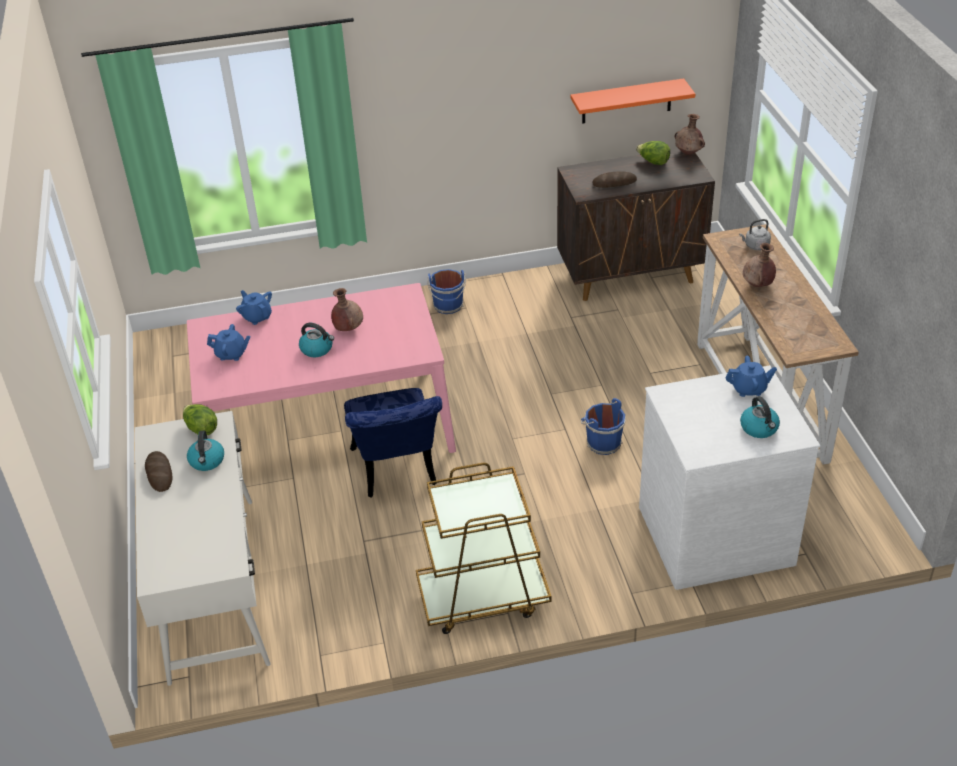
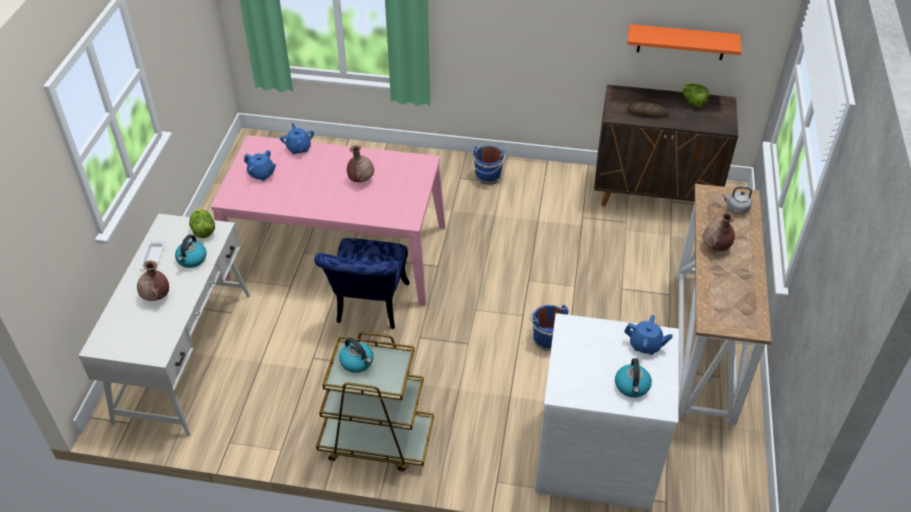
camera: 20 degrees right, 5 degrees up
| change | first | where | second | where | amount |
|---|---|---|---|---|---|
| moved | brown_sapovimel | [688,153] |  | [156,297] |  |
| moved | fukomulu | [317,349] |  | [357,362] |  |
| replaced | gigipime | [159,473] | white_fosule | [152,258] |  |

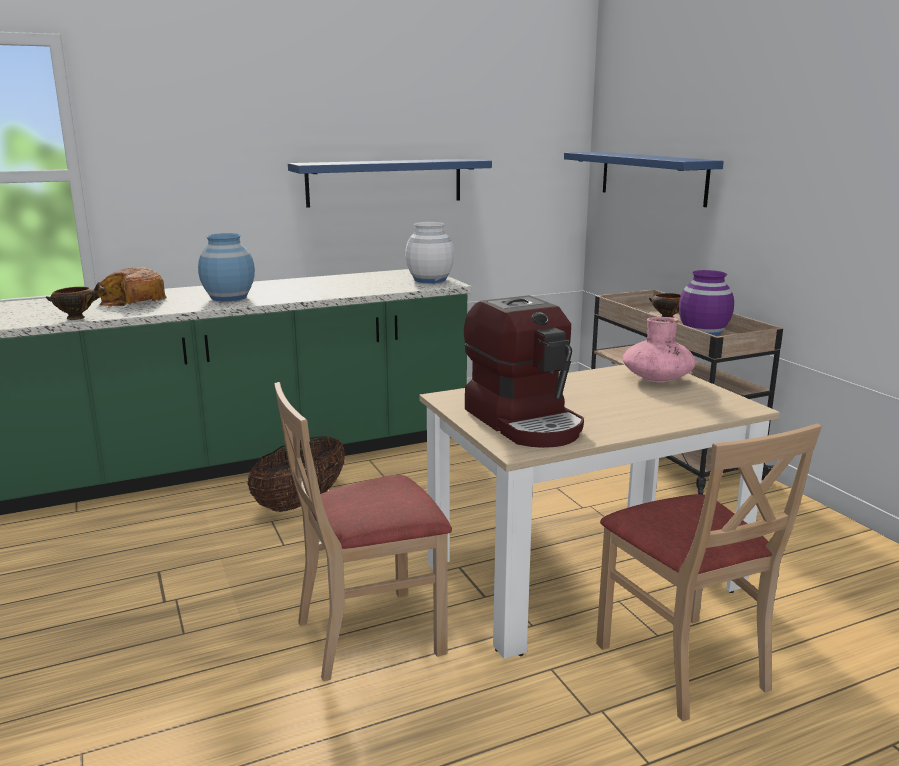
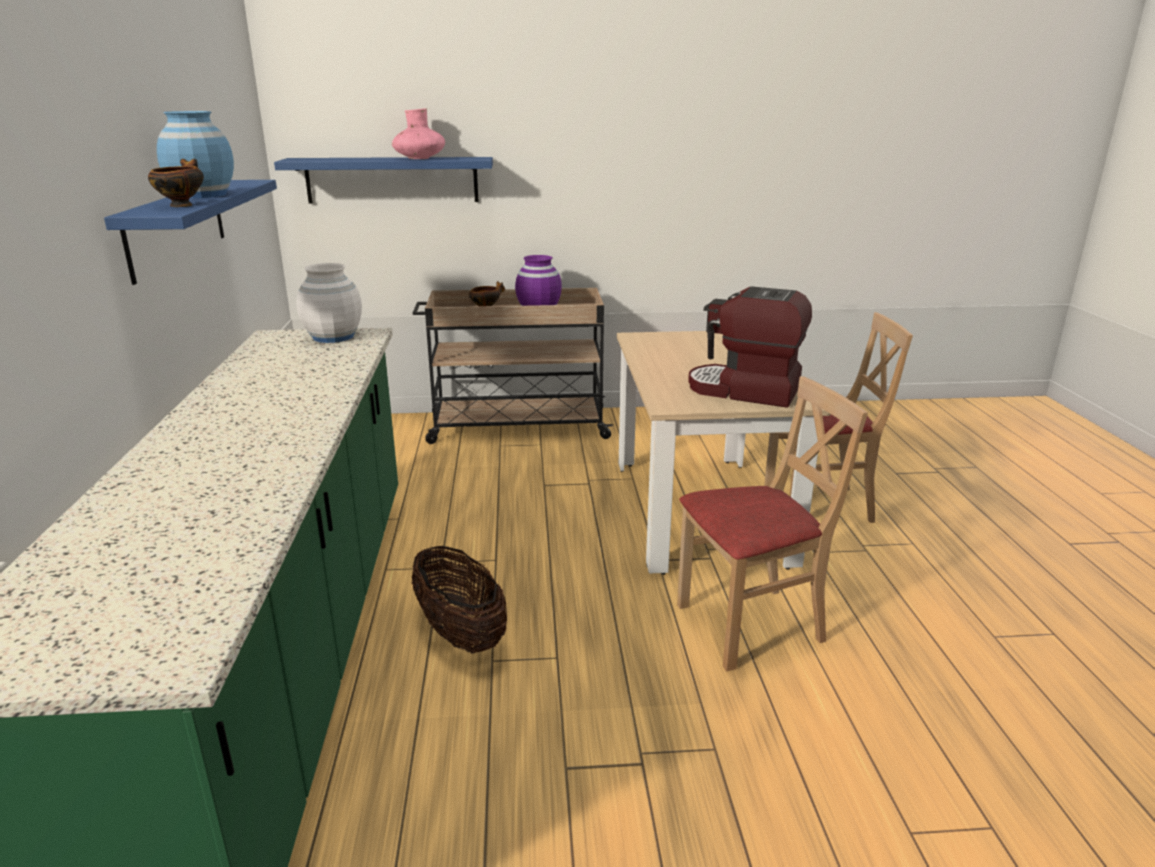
camera: 70 degrees left, 5 degrees up
| change | first | where | second | where | amount |
|---|---|---|---|---|---|
| moved | blue_sapovimel | [229,297] |  | [202,195] |  |
| removed | gigipime | [132,301] |  |  |  |
| moved | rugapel | [78,317] |  | [182,205] |  |
| turned | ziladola | [525,422] |  | [745,390] | 150 degrees counterclockwise |
| moved | pink_sapovimel | [656,379] |  | [419,158] |  |
| turned | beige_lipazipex | [369,634] |  | [750,625] | 105 degrees counterclockwise |

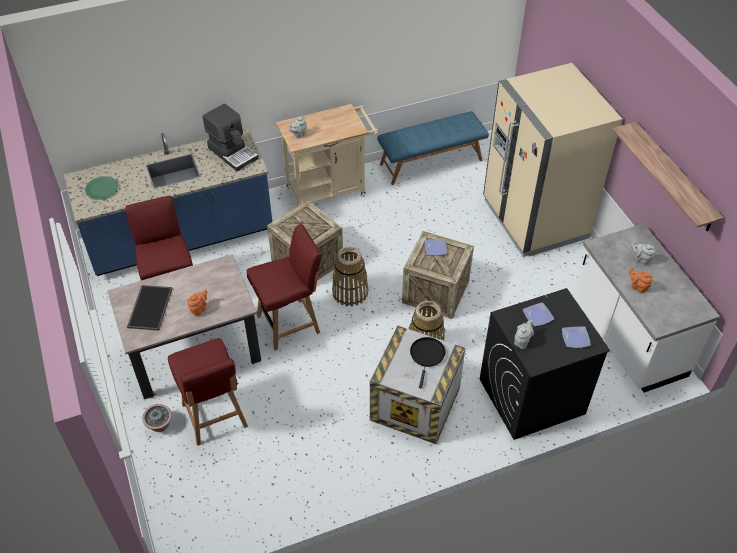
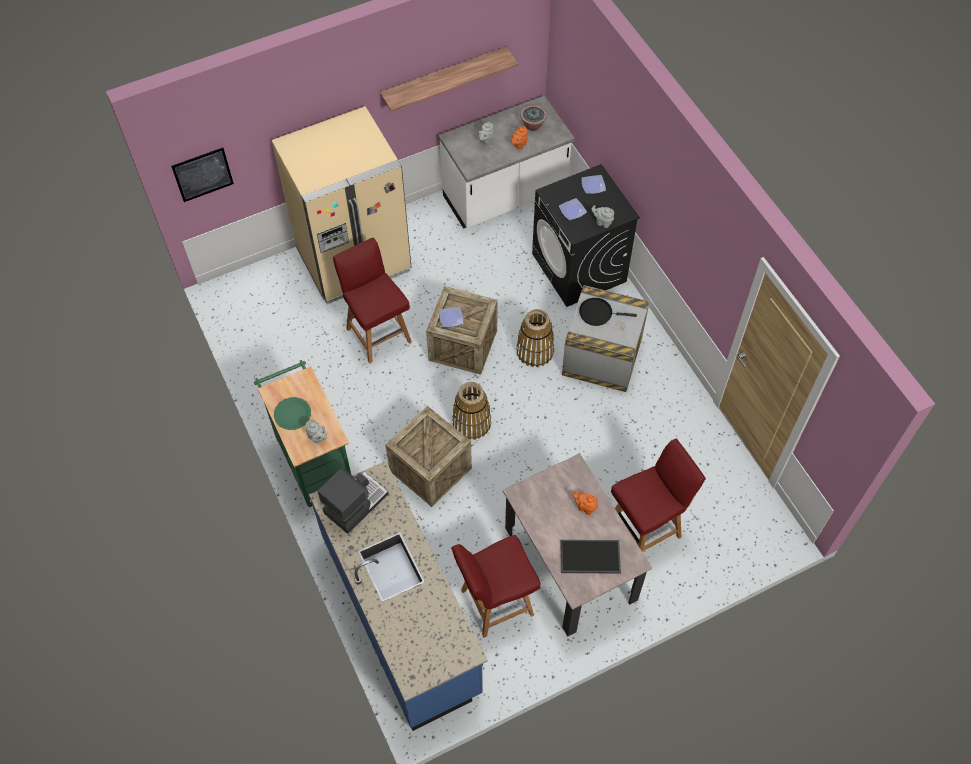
camera: 95 degrees left, 10 degrees up
| change | first | where | second | where | amount |
|---|---|---|---|---|---|
| recoloured | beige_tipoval | [330,190] | green_tipoval | [313,459] |  |
| removed | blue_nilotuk | [431,161] |  |  |  |
| moved | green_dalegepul | [102,189] |  | [292,414] |  |
| moved | red_lipazipex | [290,324] |  | [378,333] |  |
| moved | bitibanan | [160,425] |  | [533,125] |  |
| added |  |  | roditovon | [203,174] |  |

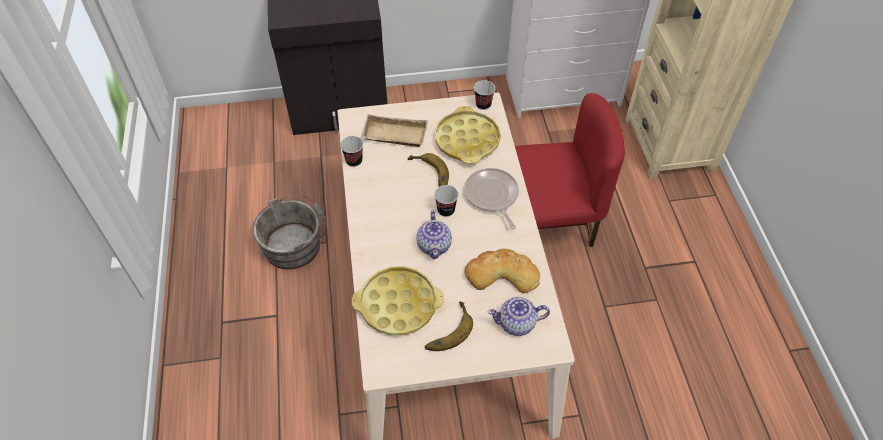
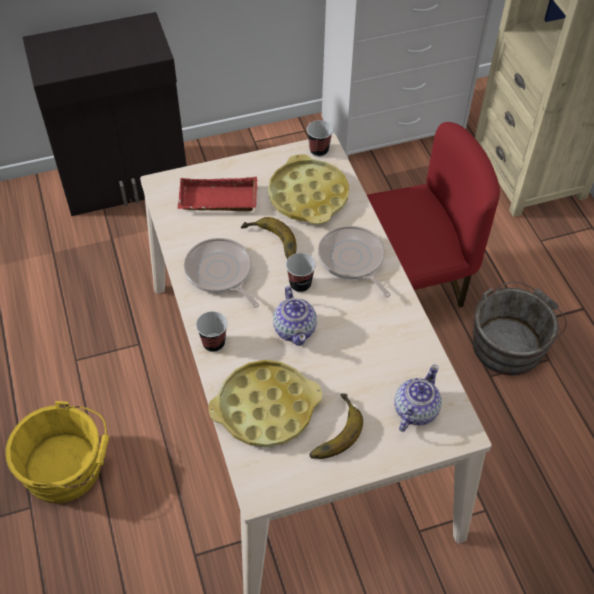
camera: 10 degrees left, 0 degrees up
| change | first | where | second | where | amount |
|---|---|---|---|---|---|
| recoloured | beige_fosule | [393,136] | red_fosule | [217,201] |  |
| moved | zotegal | [354,161] |  | [213,343] |  |
| moved | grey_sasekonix | [295,244] |  | [510,343] |  |
| removed | gigipime | [501,274] |  |  |  |
| turned | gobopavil | [517,323] |  | [415,410] | 135 degrees clockwise |
| added |  |  | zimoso | [220,273] |  |
| added |  |  | yellow_sasekonix | [67,468] |  |

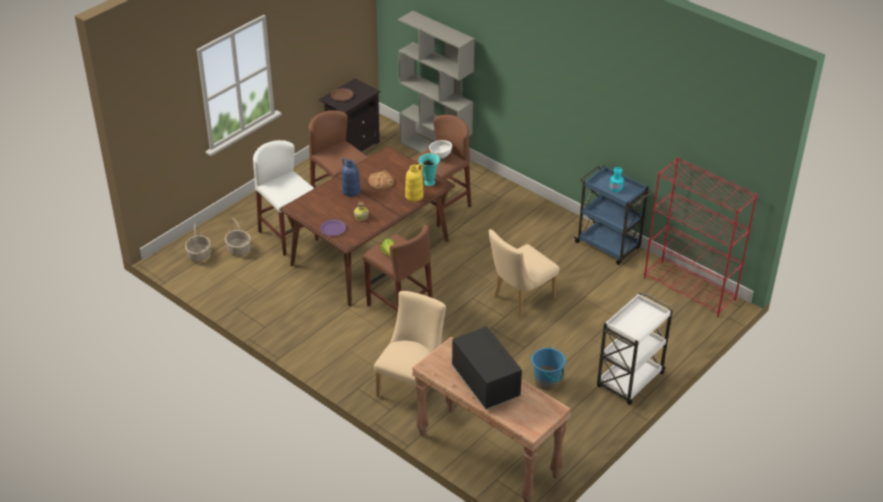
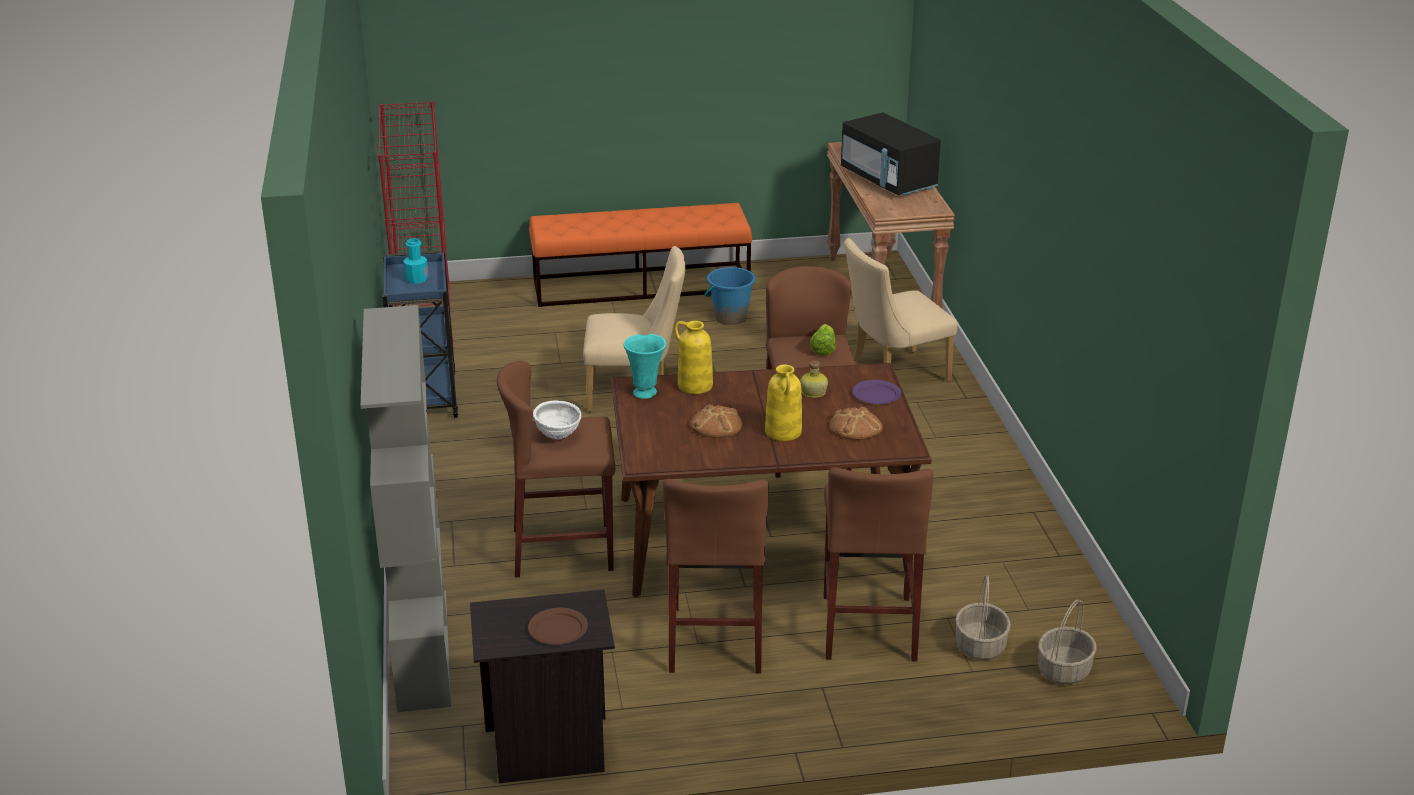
camera: 140 degrees left, 10 degrees down
| change | first | where | second | where | amount |
|---|---|---|---|---|---|
| recoloured | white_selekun | [288,236] | brown_selekun | [868,627] |  |
| recoloured | blue_sapovimel | [350,191] | yellow_sapovimel | [783,432] |  |
| replaced | white_tipoval | [629,381] | orange_nilotuk | [641,285] |  |
| turned | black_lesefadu | [485,382] |  | [888,180] | 45 degrees counterclockwise |
| added |  |  | gigipime | [855,427] |  |

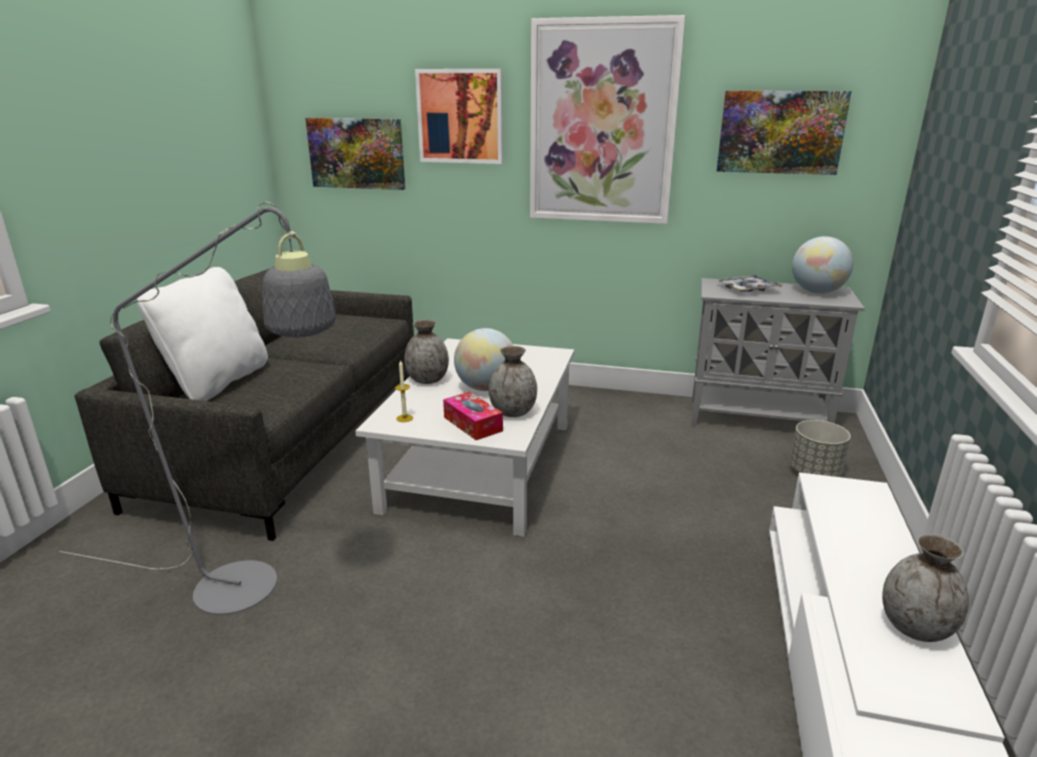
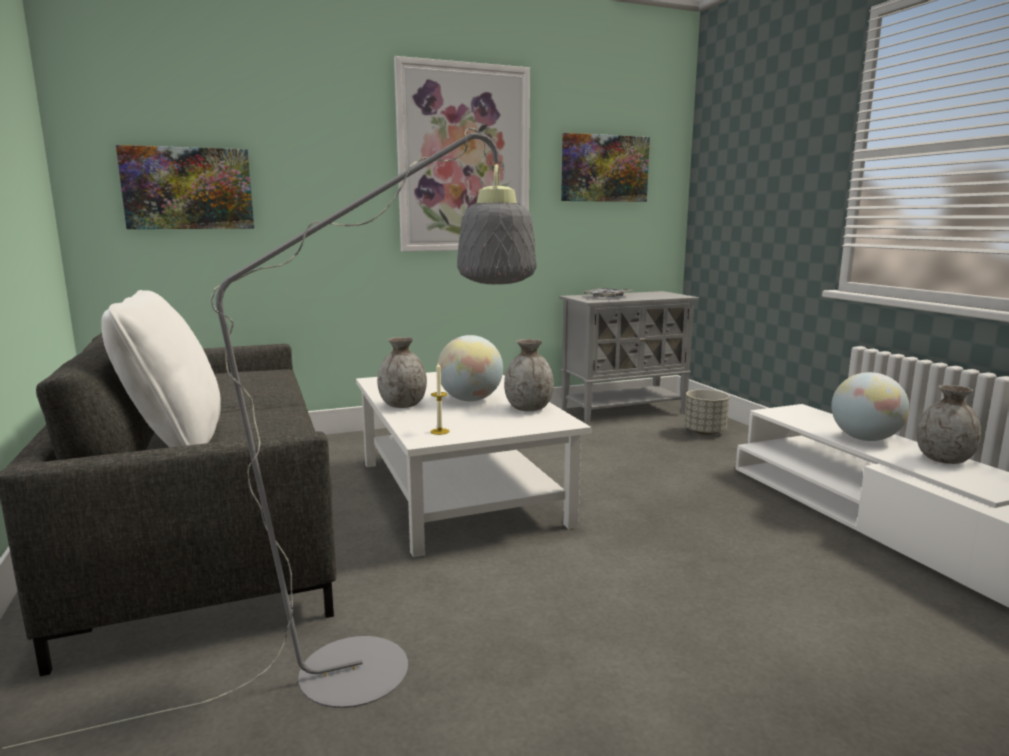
camera: 35 degrees left, 10 degrees down
| change | first | where | second | where | amount |
|---|---|---|---|---|---|
| removed | roditovon | [460,116] |  |  |  |
| moved | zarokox | [817,292] |  | [865,439] |  |
| removed | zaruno | [472,424] |  |  |  |

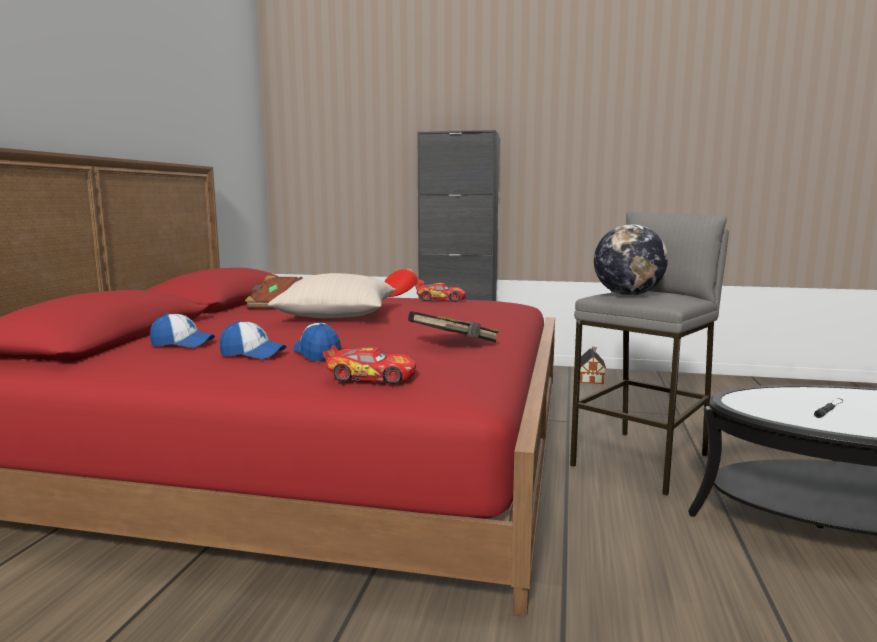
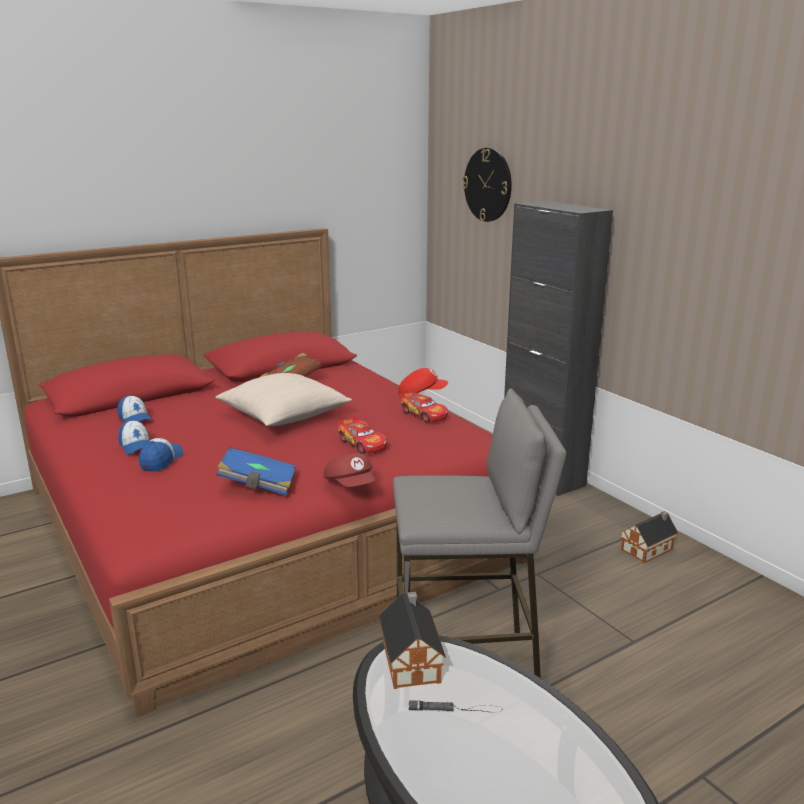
camera: 45 degrees right, 10 degrees up
| change | first | where | second | where | amount |
|---|---|---|---|---|---|
| removed | zarokox | [627,295] |  |  |  |
| recoloured | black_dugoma | [455,344] | blue_dugoma | [258,485] |  |
| moved | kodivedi | [371,377] |  | [362,443] |  |
| added |  |  | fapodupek | [488,185] |  |
| added |  |  | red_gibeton | [351,485] |  |
| added |  |  | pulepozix | [411,659] |  |

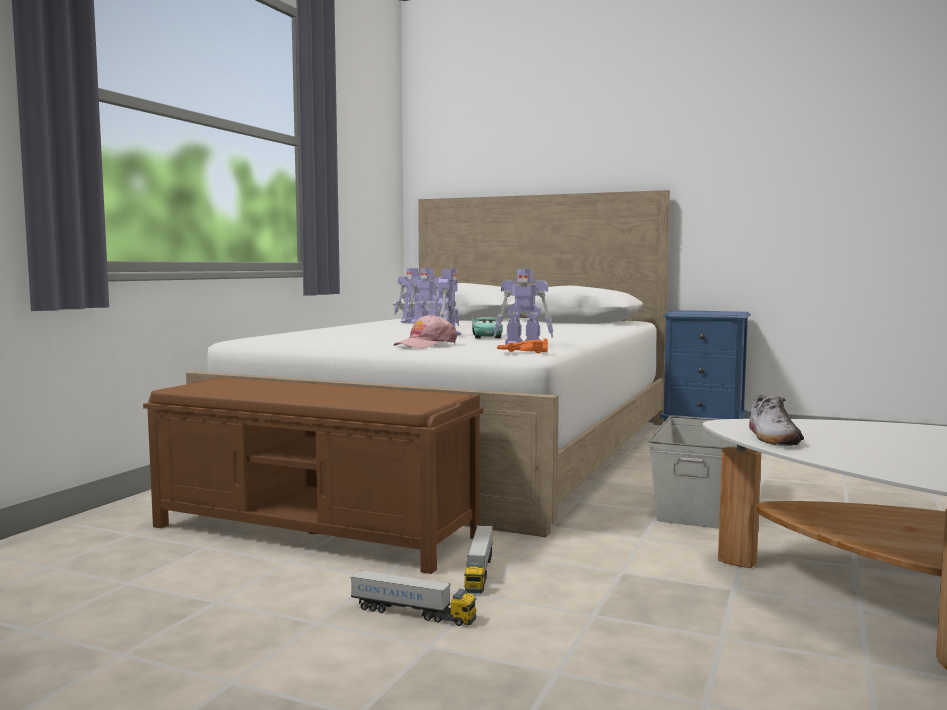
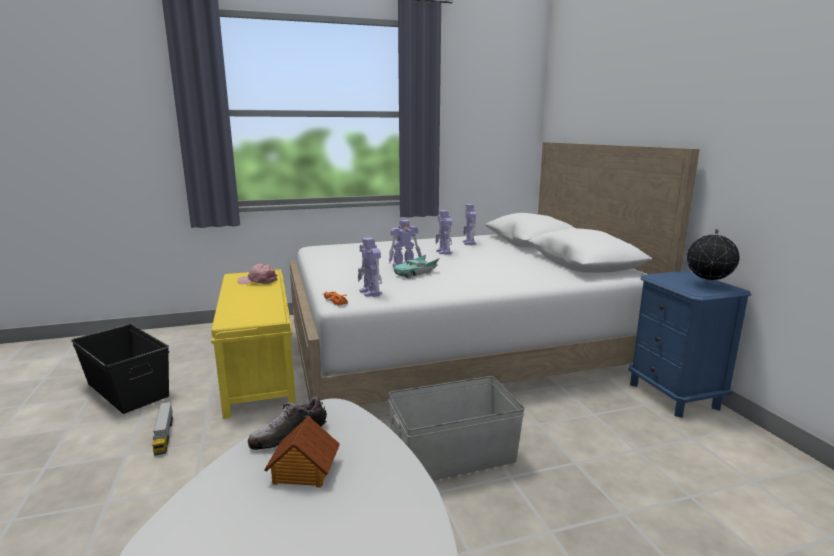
camera: 50 degrees right, 10 degrees up
| change | first | where | second | where | amount |
|---|---|---|---|---|---|
| moved | pink_gibeton | [425,345] |  | [258,281] |  |
| recoloured | brown_nilotuk | [315,531] | yellow_nilotuk | [260,368] |  |
| removed | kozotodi | [479,572] |  |  |  |
| added |  |  | zarokox | [707,285] |  |
| added |  |  | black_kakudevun | [128,389] |  |
| added |  |  | pulepozix | [303,471] |  |

